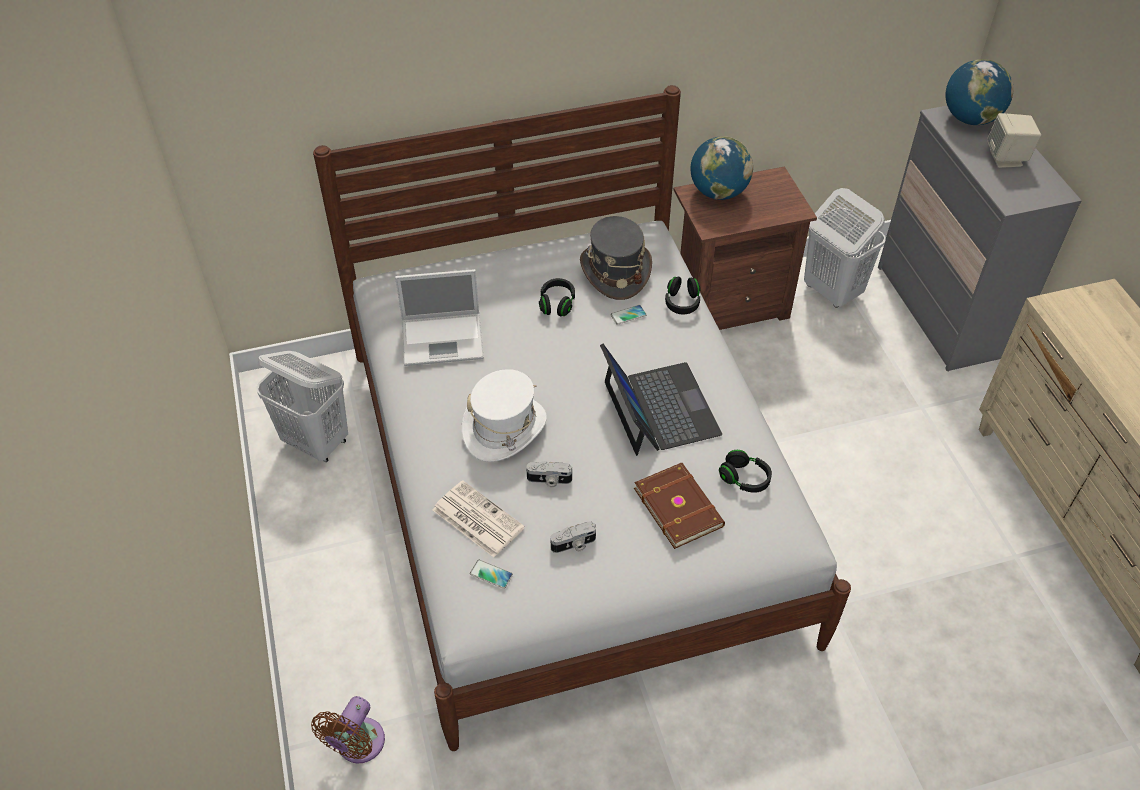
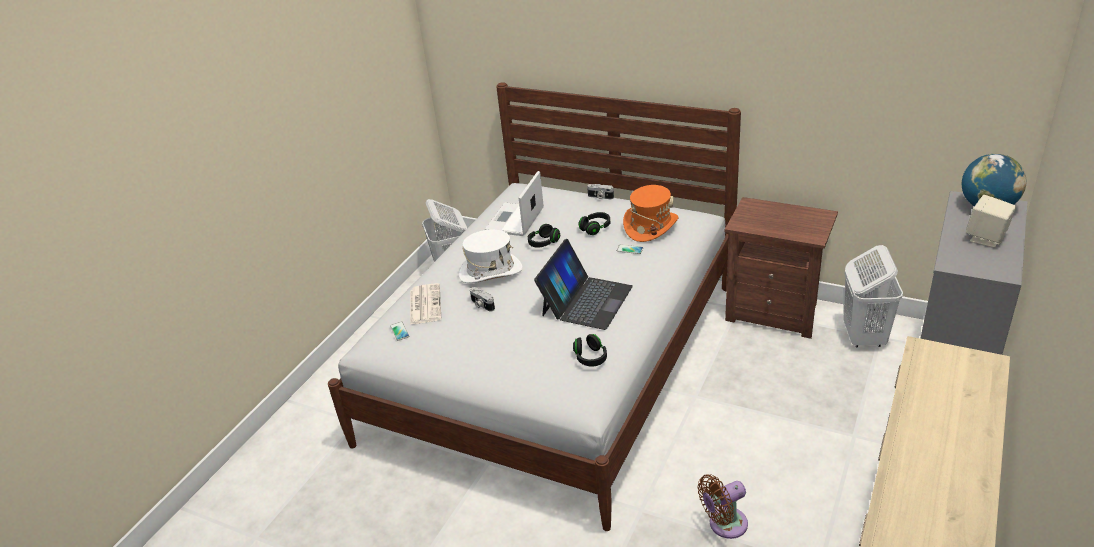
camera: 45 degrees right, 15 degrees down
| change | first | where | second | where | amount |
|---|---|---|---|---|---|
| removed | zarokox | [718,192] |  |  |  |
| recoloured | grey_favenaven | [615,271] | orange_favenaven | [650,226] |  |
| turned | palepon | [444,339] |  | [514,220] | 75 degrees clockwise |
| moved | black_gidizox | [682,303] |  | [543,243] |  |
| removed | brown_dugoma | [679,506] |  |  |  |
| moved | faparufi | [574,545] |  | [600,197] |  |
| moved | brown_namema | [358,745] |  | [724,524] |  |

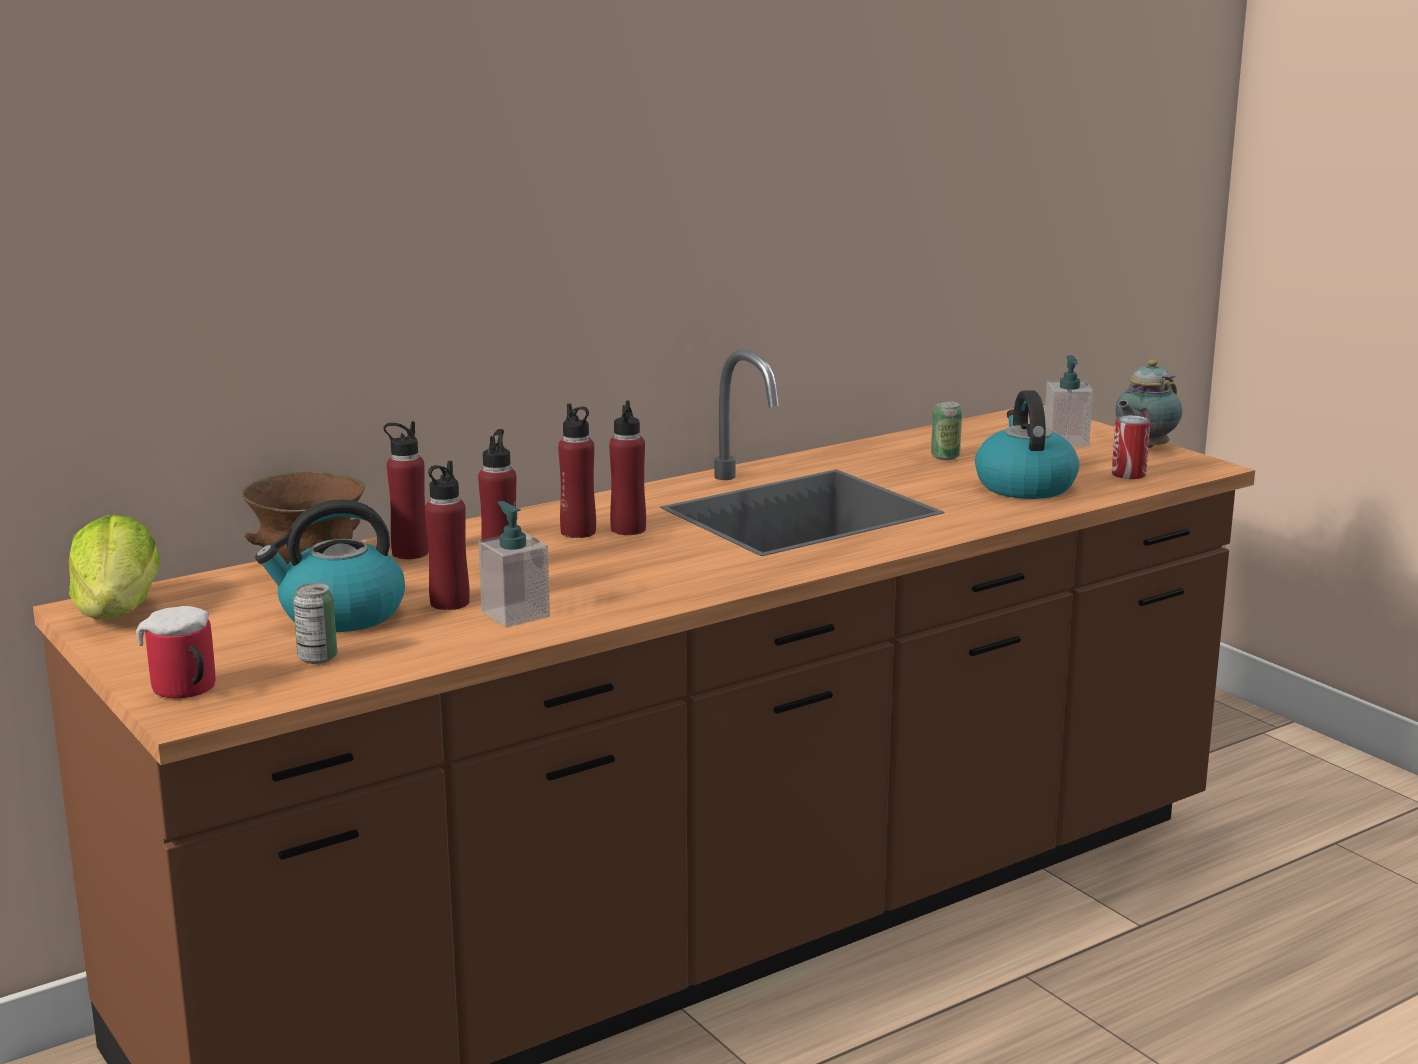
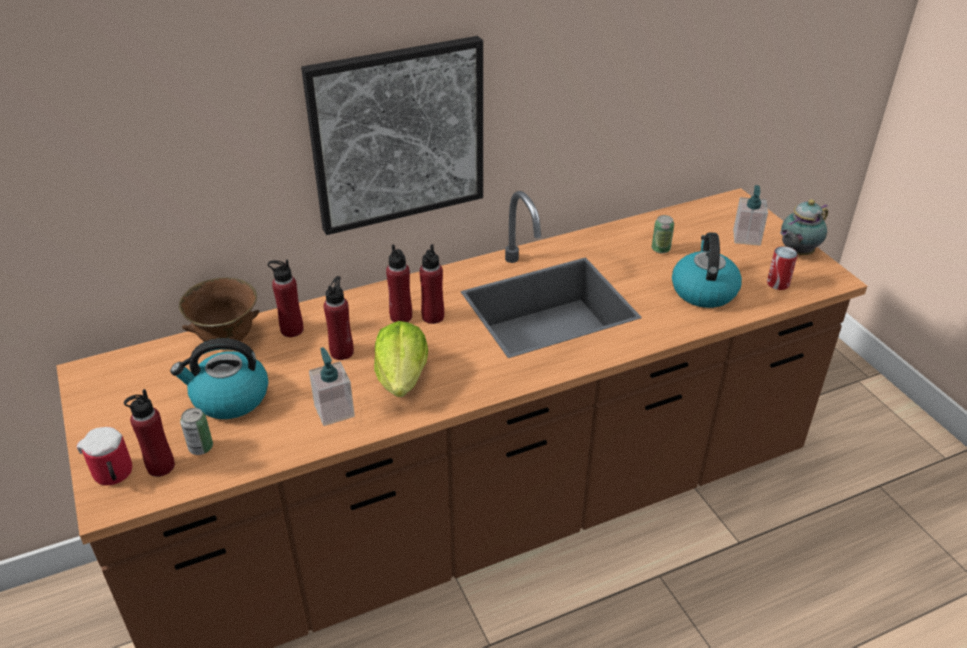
camera: 10 degrees right, 20 degrees up
| change | first | where | second | where | amount |
|---|---|---|---|---|---|
| moved | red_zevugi | [449,603] |  | [160,466] |  |
| moved | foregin | [118,611] |  | [402,378] |  |
| added |  |  | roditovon | [397,135] |  |

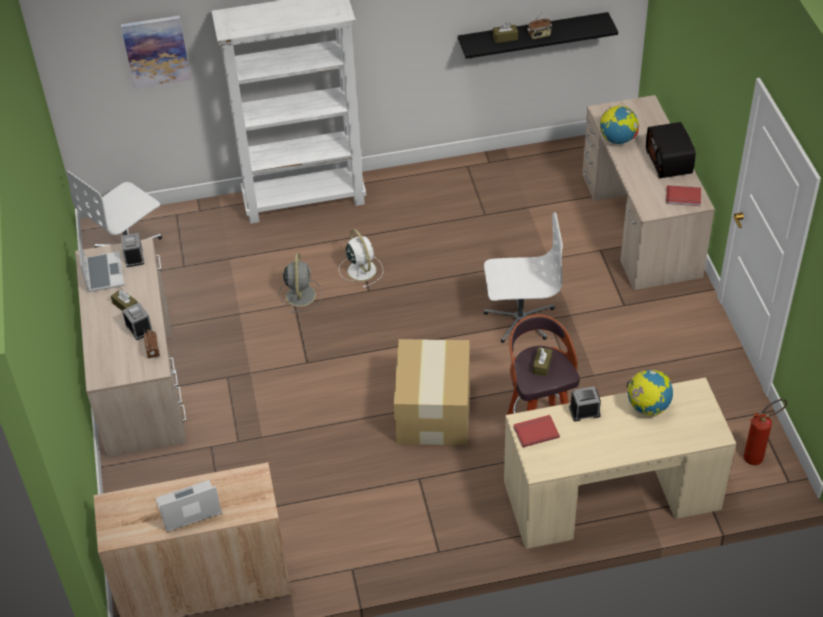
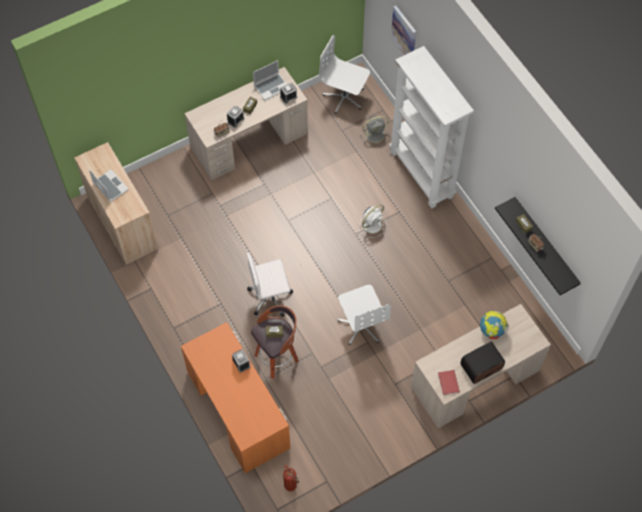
camera: 70 degrees right, 15 degrees up
| change | first | where | second | where | amount |
|---|---|---|---|---|---|
| moved | grey_namema | [300,294] |  | [376,135] |  |
| replaced | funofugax | [432,412] | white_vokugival | [270,297] |  |
| removed | zarokox | [647,407] |  |  |  |
| recoloured | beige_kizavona | [610,494] | orange_kizavona | [238,408] |  |
| removed | red_dugoma | [535,431] |  |  |  |

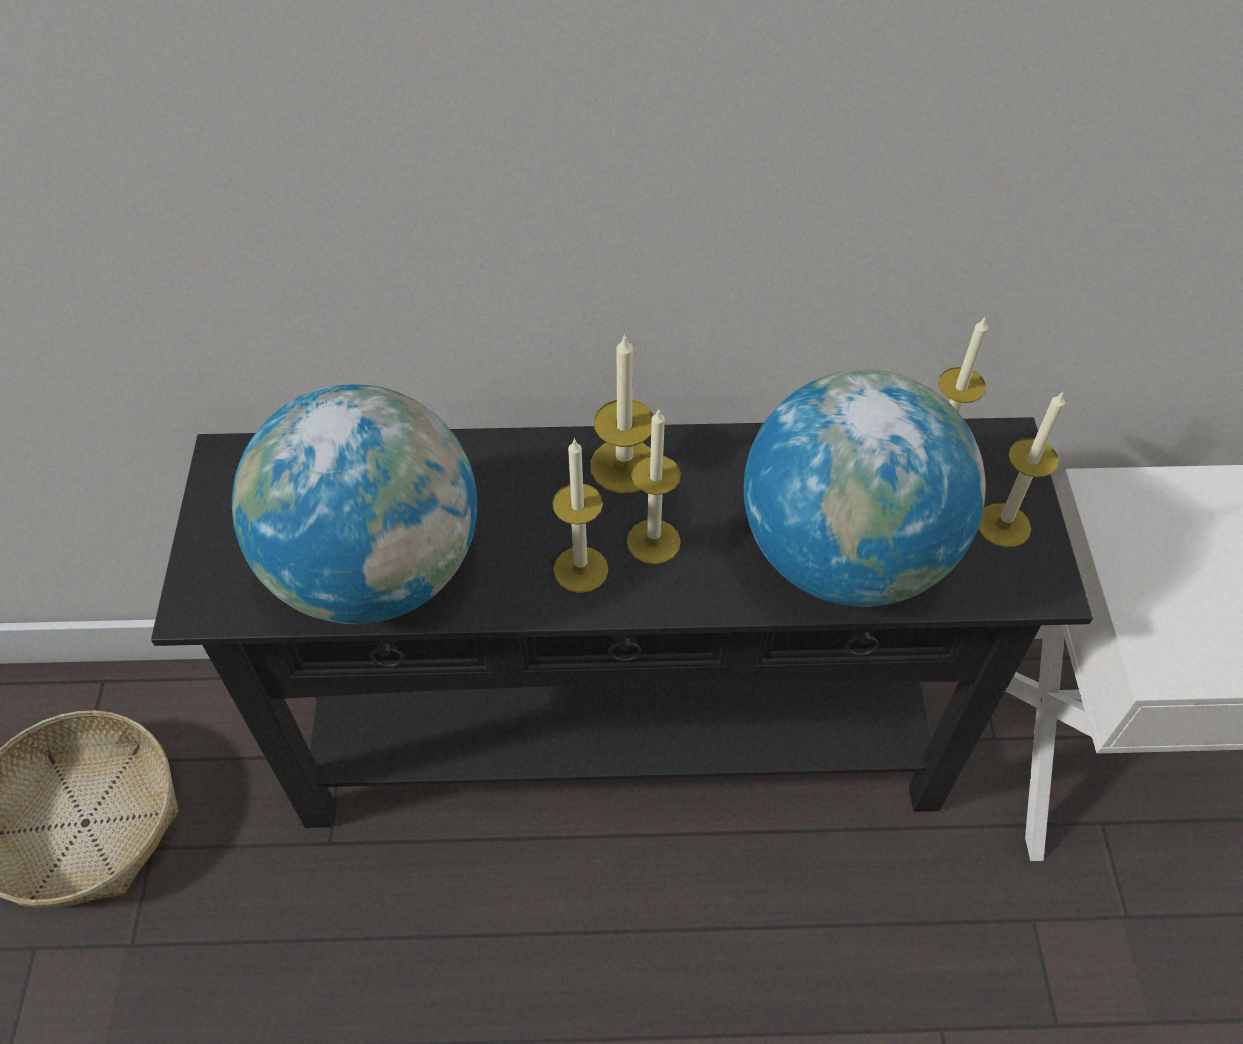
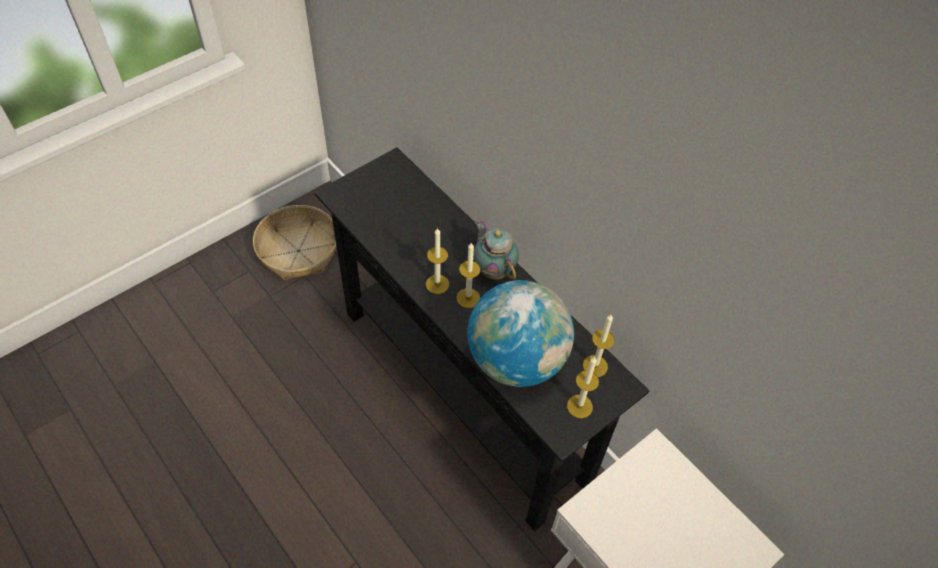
camera: 50 degrees right, 0 degrees up
| change | first | where | second | where | amount |
|---|---|---|---|---|---|
| replaced | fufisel | [624,466] | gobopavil | [493,269] |  |
| removed | zarokox | [377,570] |  |  |  |

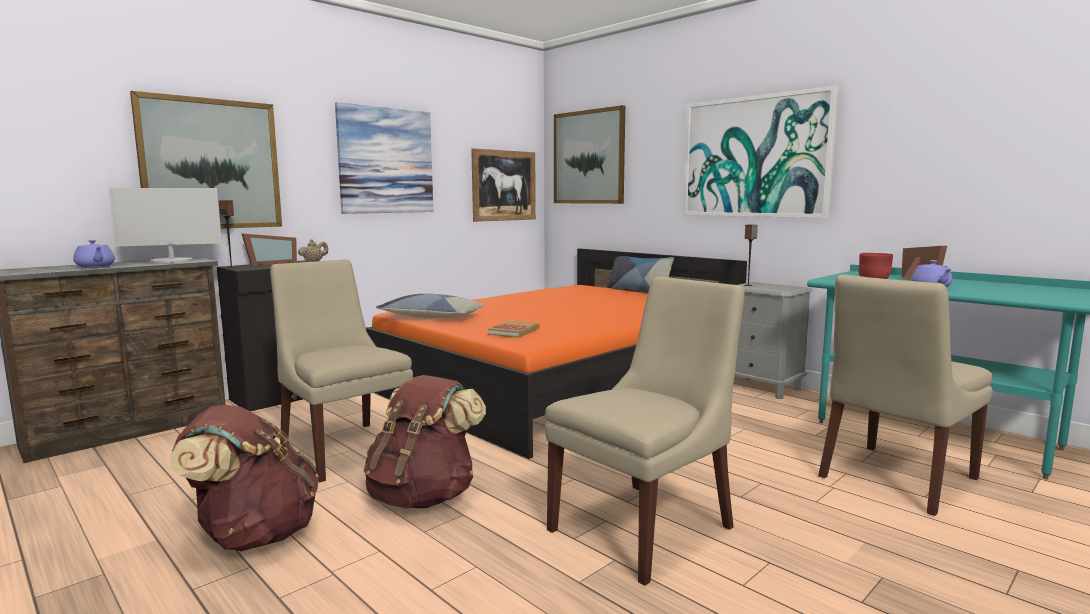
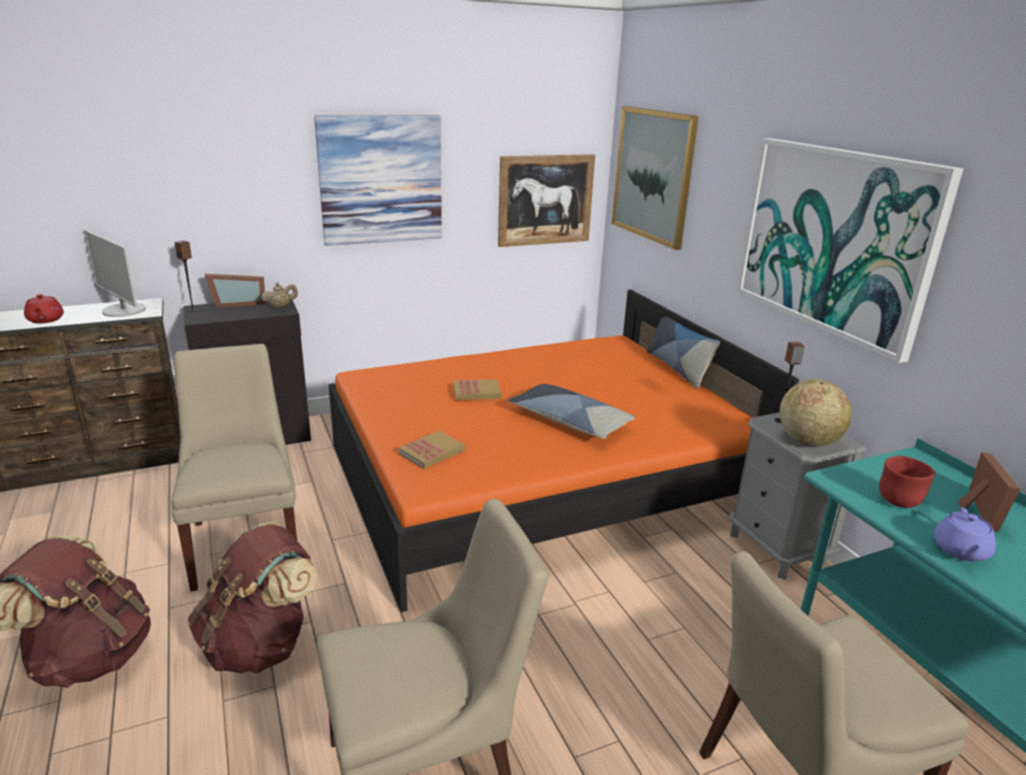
camera: 20 degrees right, 15 degrees up
| change | first | where | second | where | amount |
|---|---|---|---|---|---|
| removed | roditovon | [211,164] |  |  |  |
| turned | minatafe | [172,261] |  | [123,311] | 45 degrees clockwise |
| recoloured | purple_gobopavil | [95,266] | red_gobopavil | [45,320] |  |
| moved | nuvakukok | [431,317] |  | [569,421] |  |
| added |  |  | dugoma | [476,392] |  |
| added |  |  | zarokox | [808,441] |  |

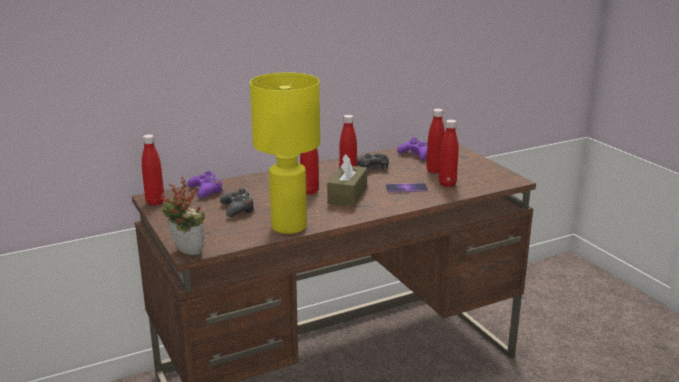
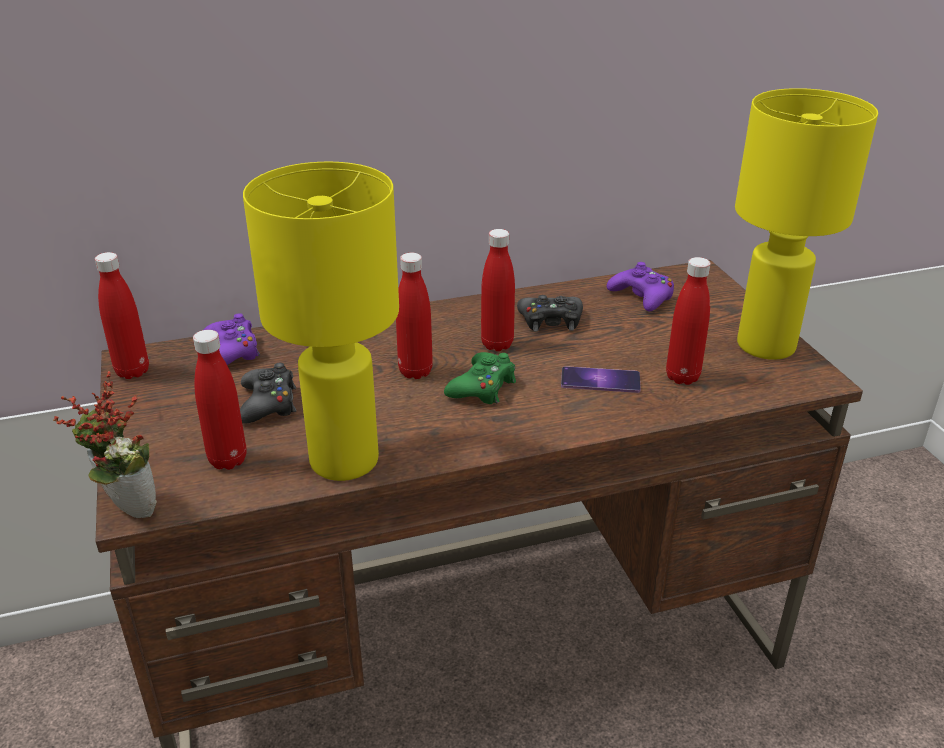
camera: 10 degrees right, 10 degrees up
| change | first | where | second | where | amount |
|---|---|---|---|---|---|
| moved | red_zevugi | [434,170] |  | [228,460] |  |
| replaced | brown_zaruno | [347,195] | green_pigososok | [482,387] |  |
| added |  |  | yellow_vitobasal | [764,346] |  |

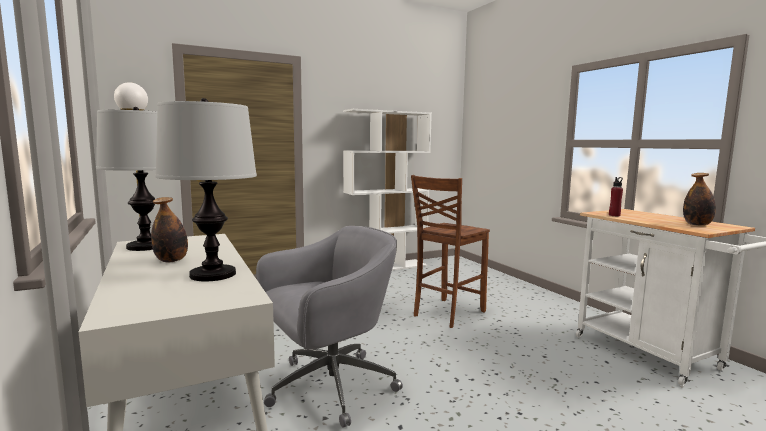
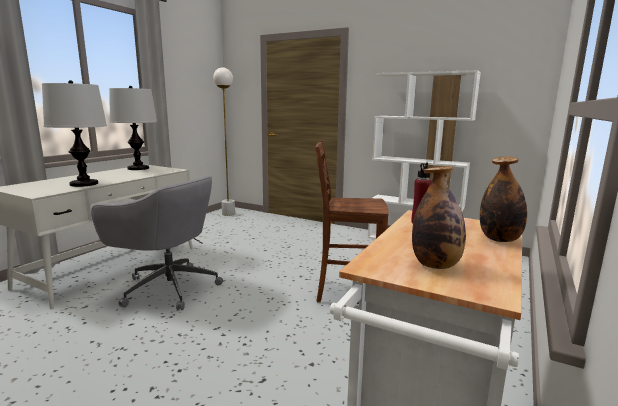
camera: 55 degrees right, 5 degrees up
| change | first | where | second | where | amount |
|---|---|---|---|---|---|
| moved | zevugi | [171,260] |  | [499,239] |  |

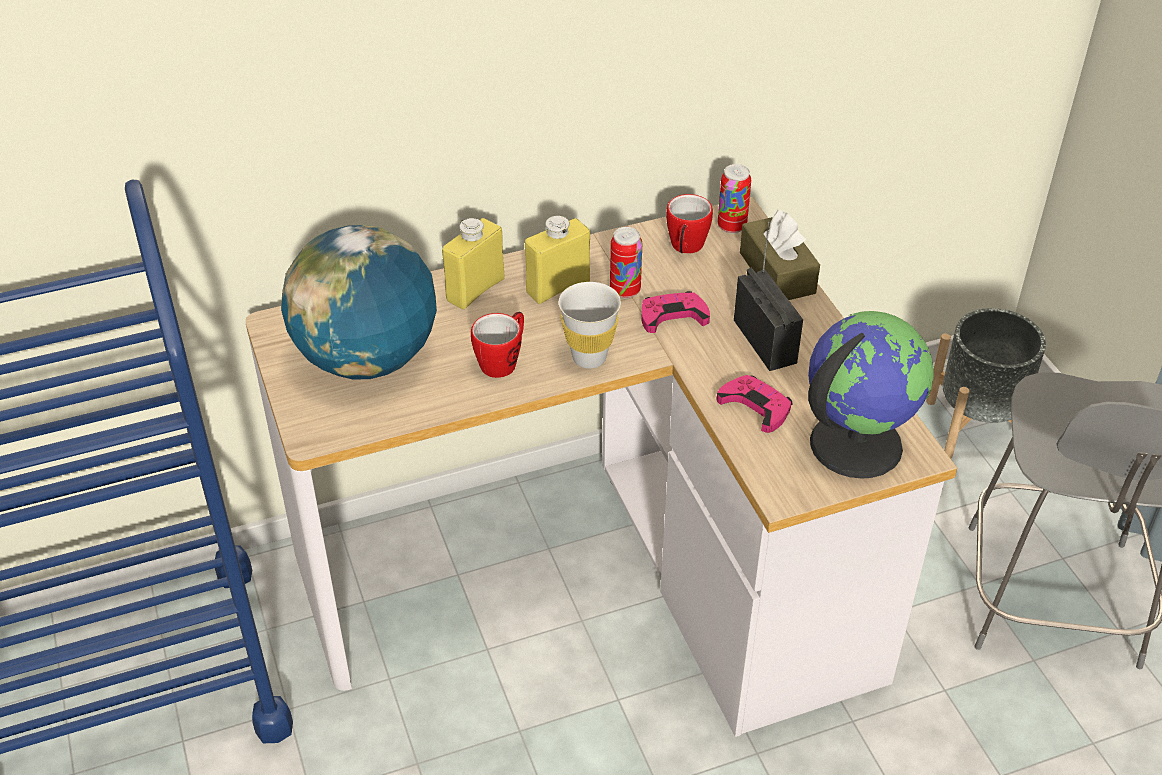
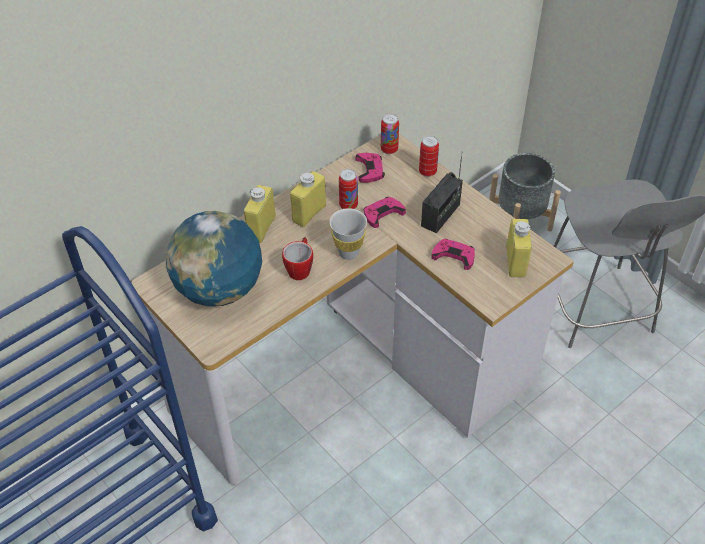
camera: 20 degrees left, 5 degrees up
| change | first | where | second | where | amount |
|---|---|---|---|---|---|
| replaced | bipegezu | [685,248] | pink_pigososok | [370,170] |  |
| replaced | brown_zaruno | [777,273] | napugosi | [427,172] |  |
| turned | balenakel | [765,341] |  | [440,215] | 75 degrees clockwise |
| replaced | zarokox | [854,443] | yellow_zevugi | [515,262] |  |

